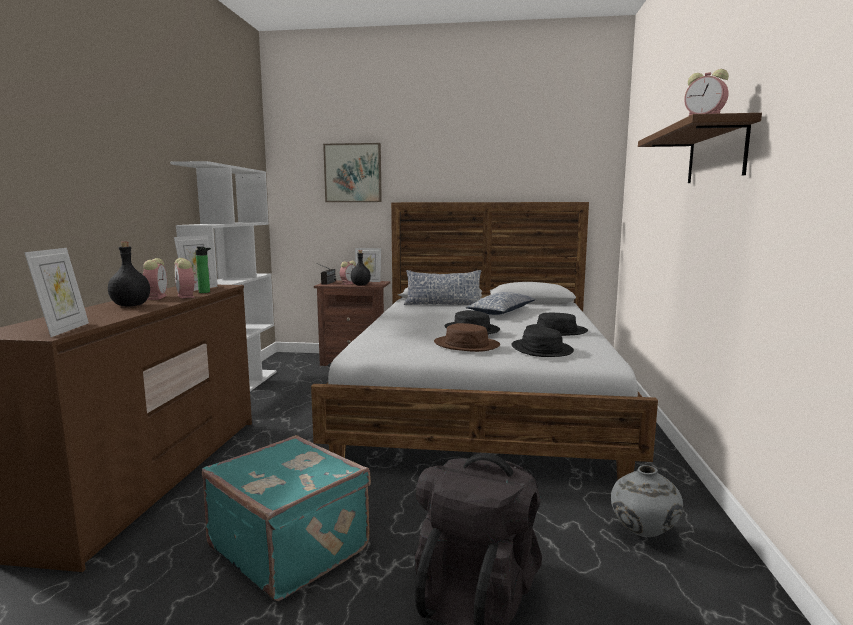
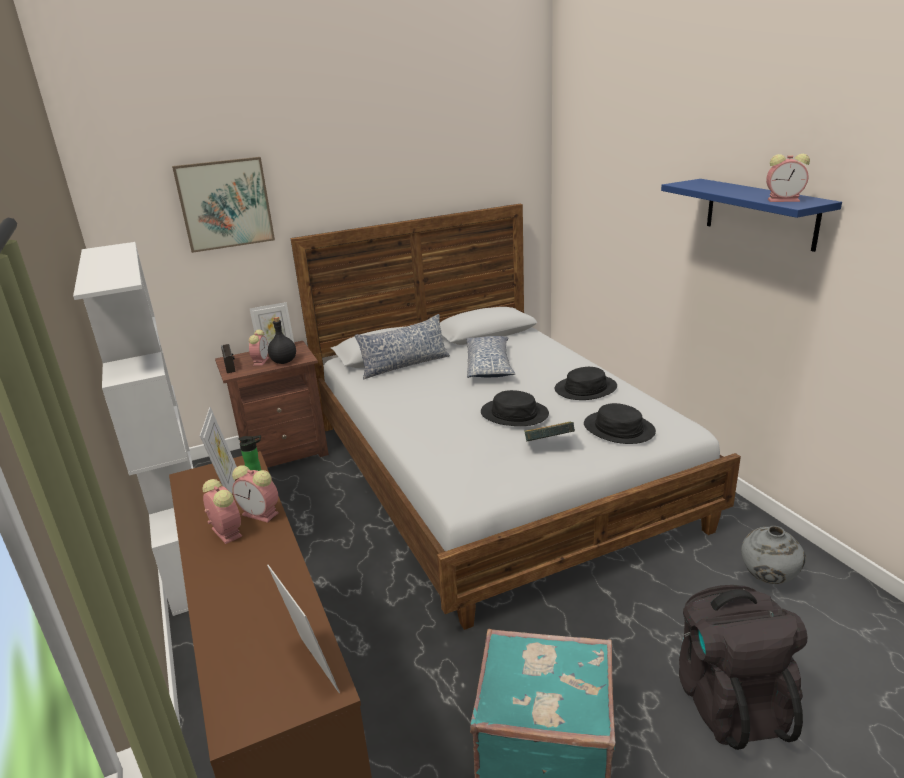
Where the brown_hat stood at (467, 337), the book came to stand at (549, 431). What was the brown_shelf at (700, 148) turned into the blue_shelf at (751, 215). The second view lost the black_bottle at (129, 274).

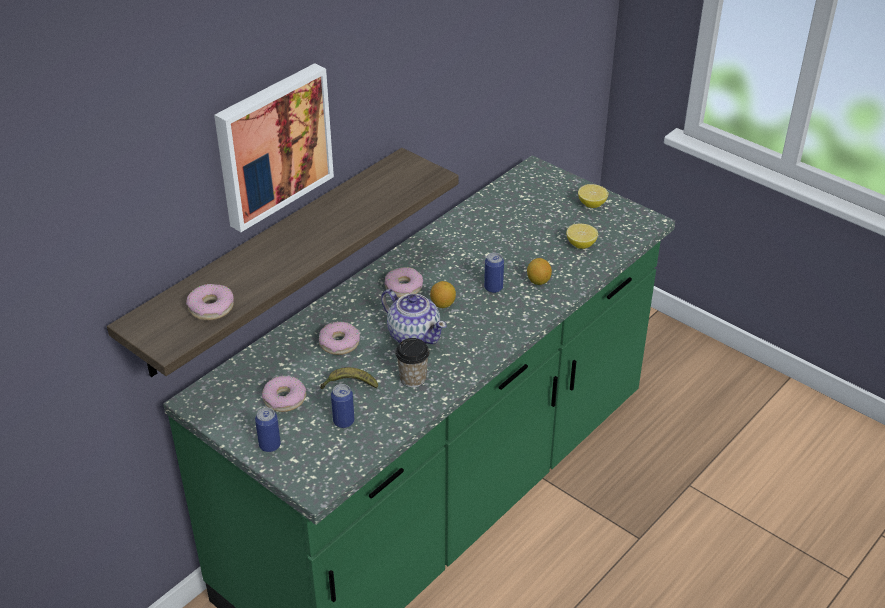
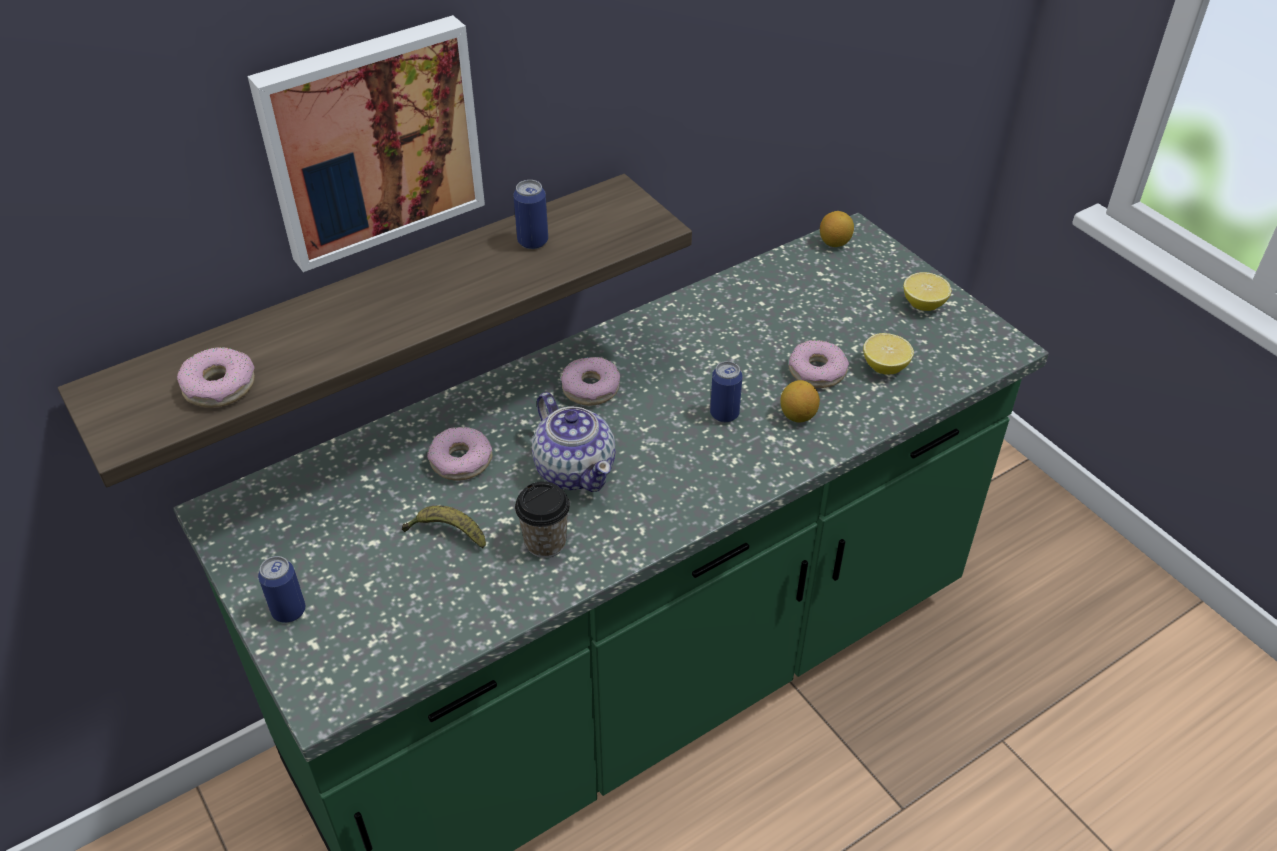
The can ended up elsewhere, having gone from (342, 406) to (530, 214). The donut ended up elsewhere, having gone from (284, 394) to (819, 364). The lemon ended up elsewhere, having gone from (443, 294) to (837, 229).

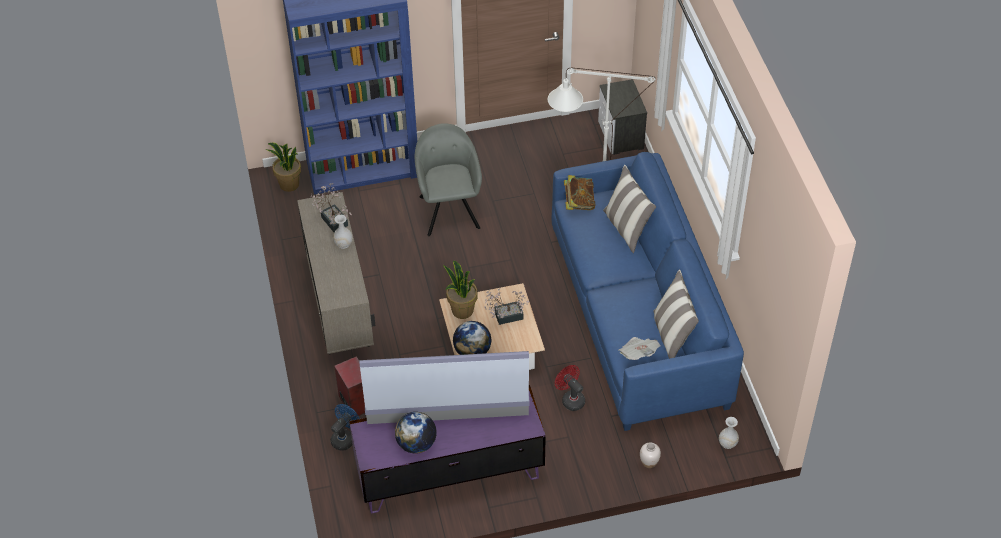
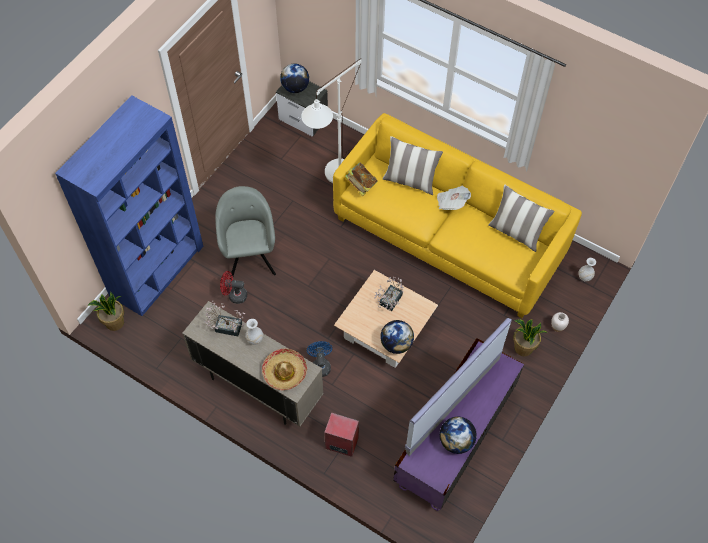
The grey_armchair at (448, 179) ended up facing another way, 45 degrees clockwise from before. The red_fan ended up elsewhere, having gone from (570, 388) to (233, 287). The second view gained the hat at (284, 369). The second view gained the globe at (294, 78). The blue_fan ended up elsewhere, having gone from (345, 427) to (319, 359). What was the blue_sofa at (648, 291) turned into the yellow_sofa at (457, 215). The newspaper ended up elsewhere, having gone from (640, 348) to (454, 198). The potted_plant ended up elsewhere, having gone from (460, 290) to (530, 337).

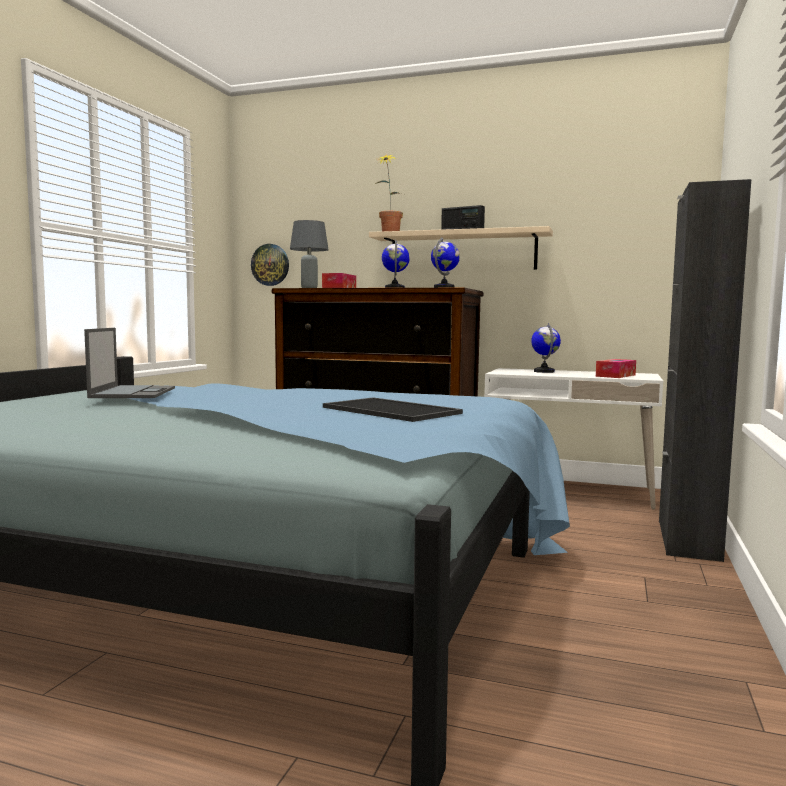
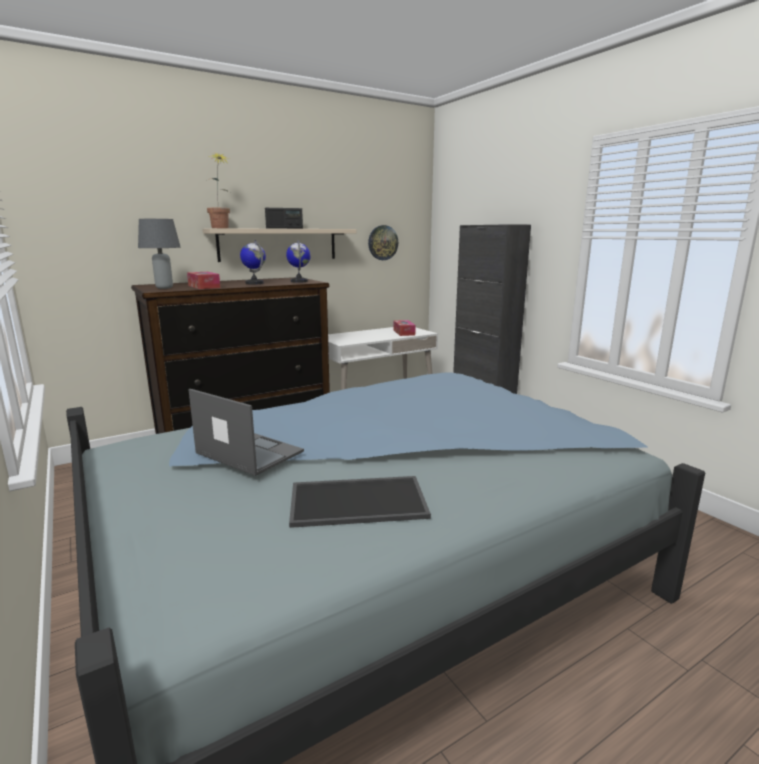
The tray ended up elsewhere, having gone from (393, 409) to (360, 502). The wall_clock ended up elsewhere, having gone from (270, 265) to (383, 242). The second view lost the globe at (546, 348).

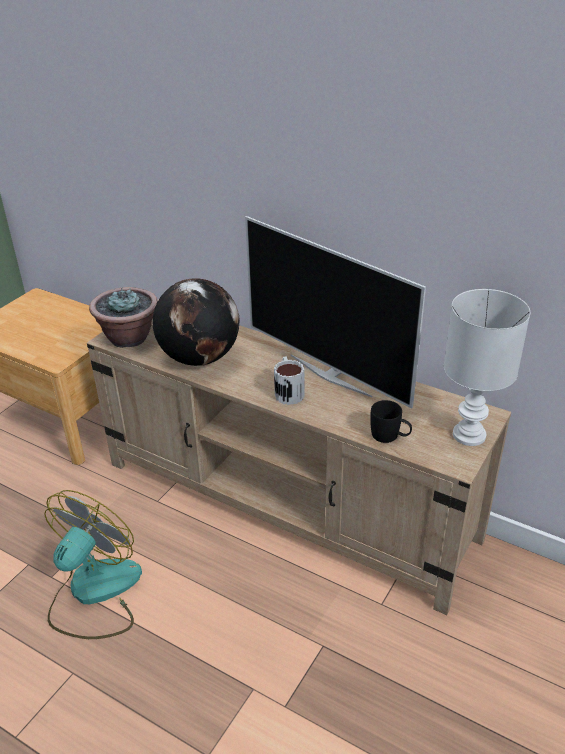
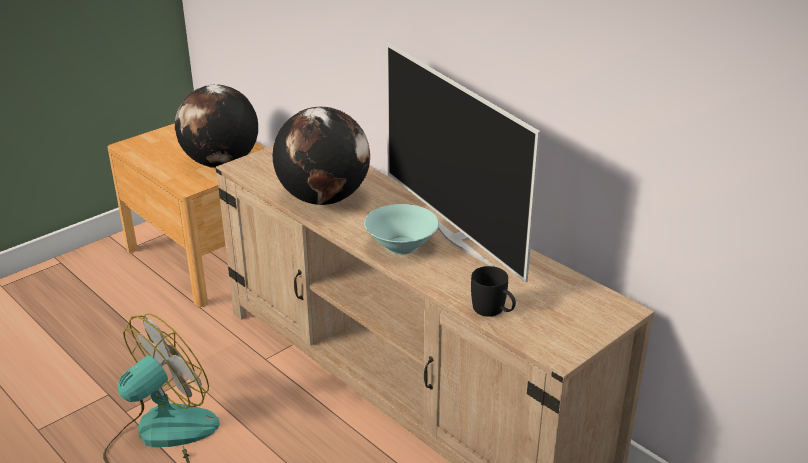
The second view gained the globe at (216, 126). Where the mug stood at (289, 380), the turquoise_bowl came to stand at (401, 229). The second view lost the potted_plant at (123, 317). The second view lost the white_table_lamp at (487, 367).

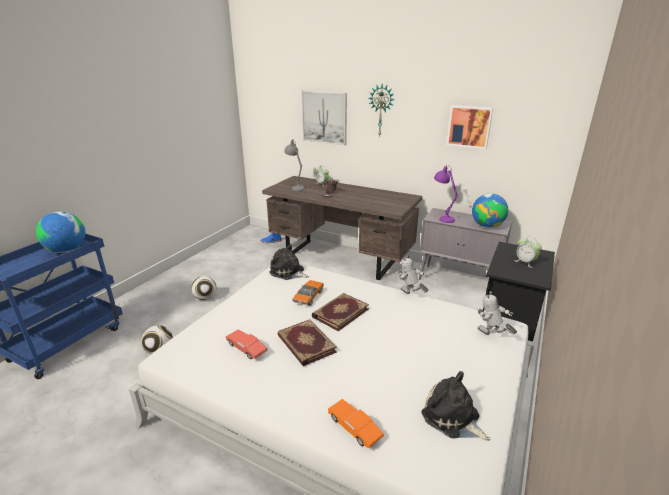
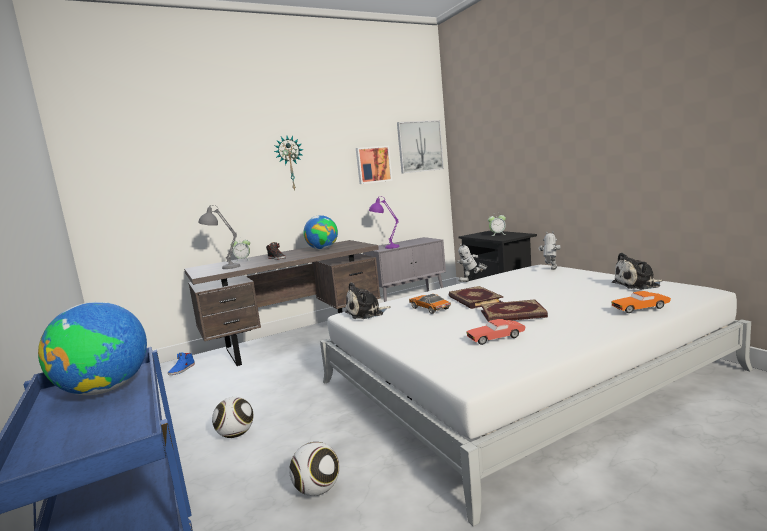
The globe ended up elsewhere, having gone from (490, 210) to (320, 232). The picture ended up elsewhere, having gone from (324, 118) to (420, 147). The toy_robot at (497, 313) ended up facing another way, 135 degrees clockwise from before.

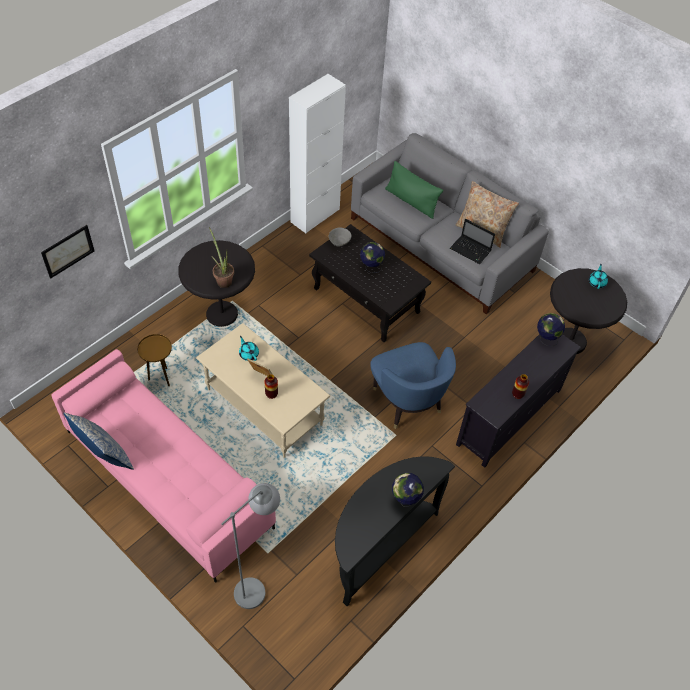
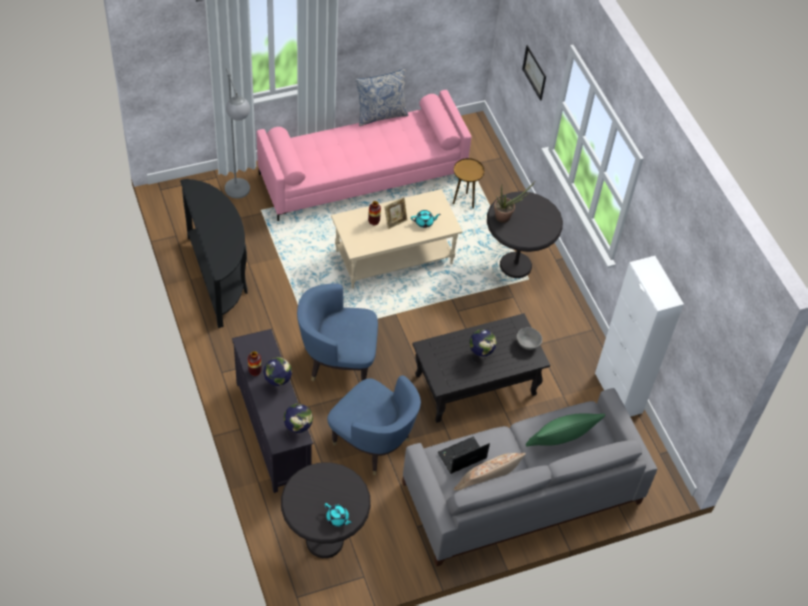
The globe ended up elsewhere, having gone from (408, 490) to (277, 375). The second view gained the blue_armchair at (374, 425).

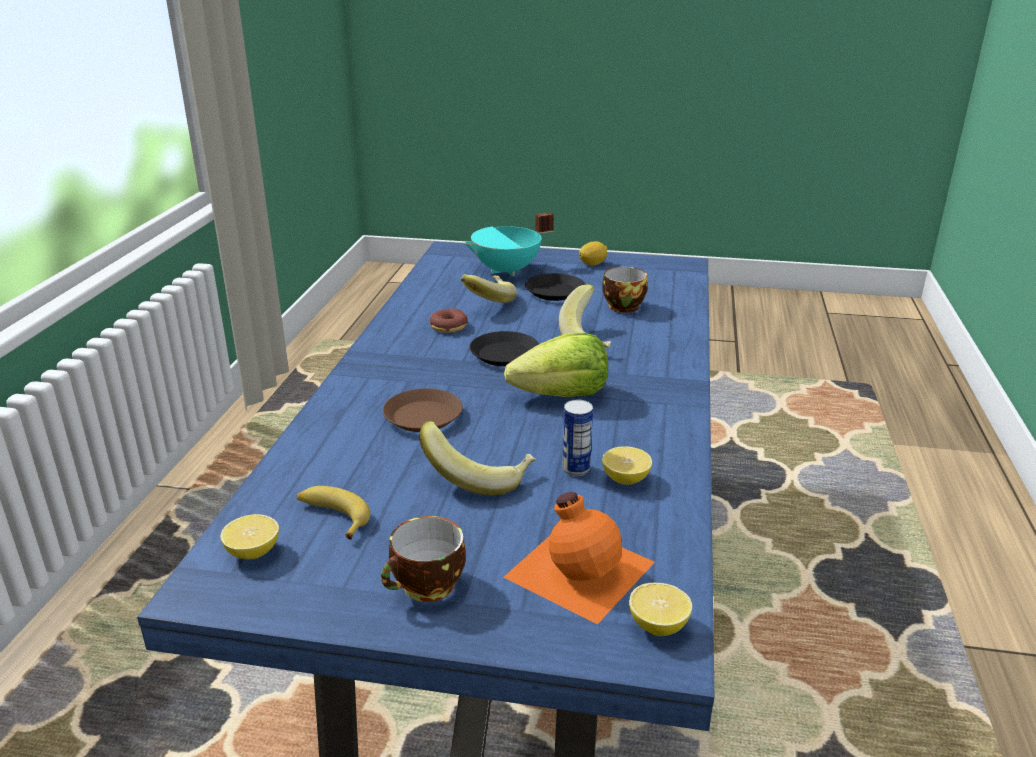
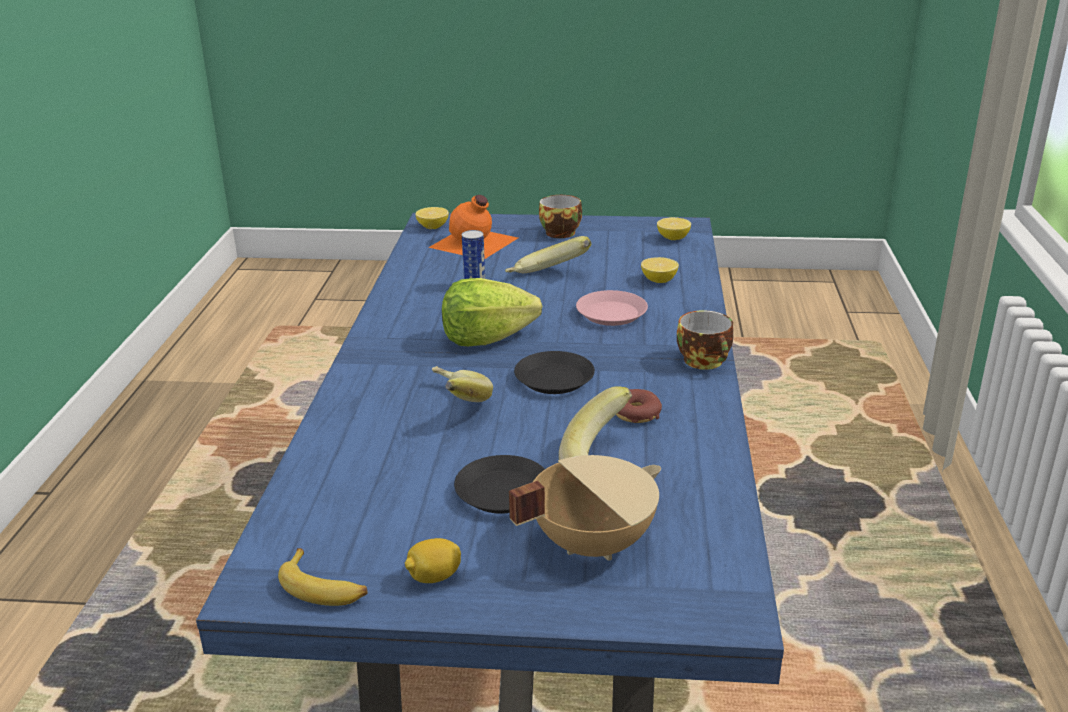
The banana ended up elsewhere, having gone from (333, 513) to (323, 577). What was the turquoise_cooking_pot at (509, 244) turned into the beige_cooking_pot at (585, 508). What was the brown_plate at (423, 410) turned into the pink_plate at (612, 308). The lemon ended up elsewhere, having gone from (627, 465) to (660, 270). The cup ended up elsewhere, having gone from (625, 290) to (705, 340).

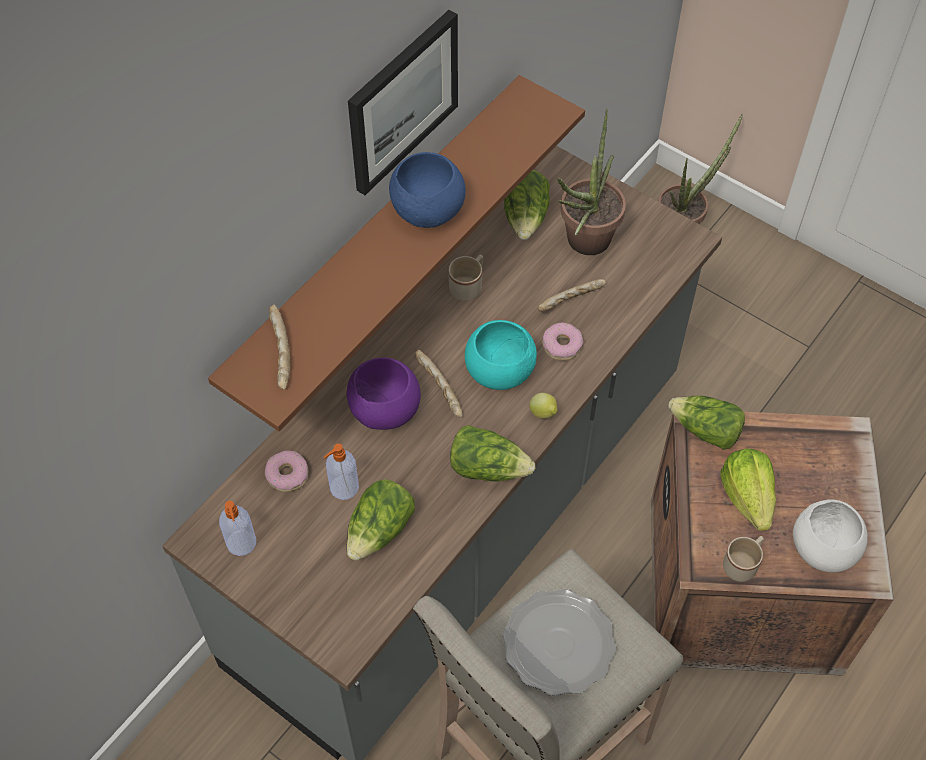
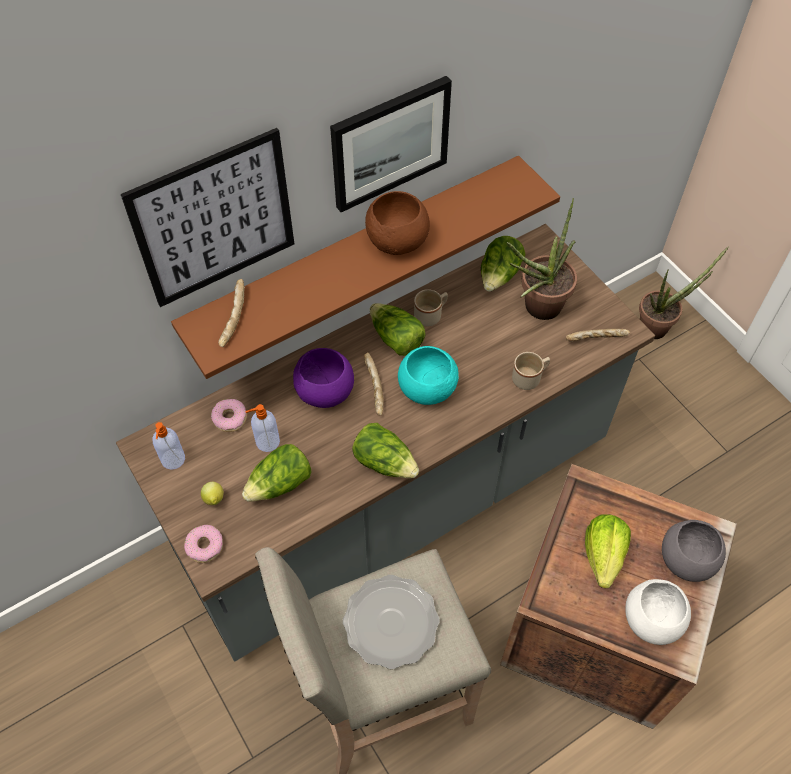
The second view gained the picture at (207, 217). The donut ended up elsewhere, having gone from (562, 341) to (203, 544). The lemon ended up elsewhere, having gone from (543, 406) to (212, 493). What was the blue_bowl at (427, 190) turned into the brown_bowl at (397, 223). The lettuce ended up elsewhere, having gone from (706, 423) to (397, 329). The beige_mug ended up elsewhere, having gone from (743, 559) to (531, 371). The bread ended up elsewhere, having gone from (572, 295) to (598, 335). The second view gained the grey_bowl at (694, 551).

